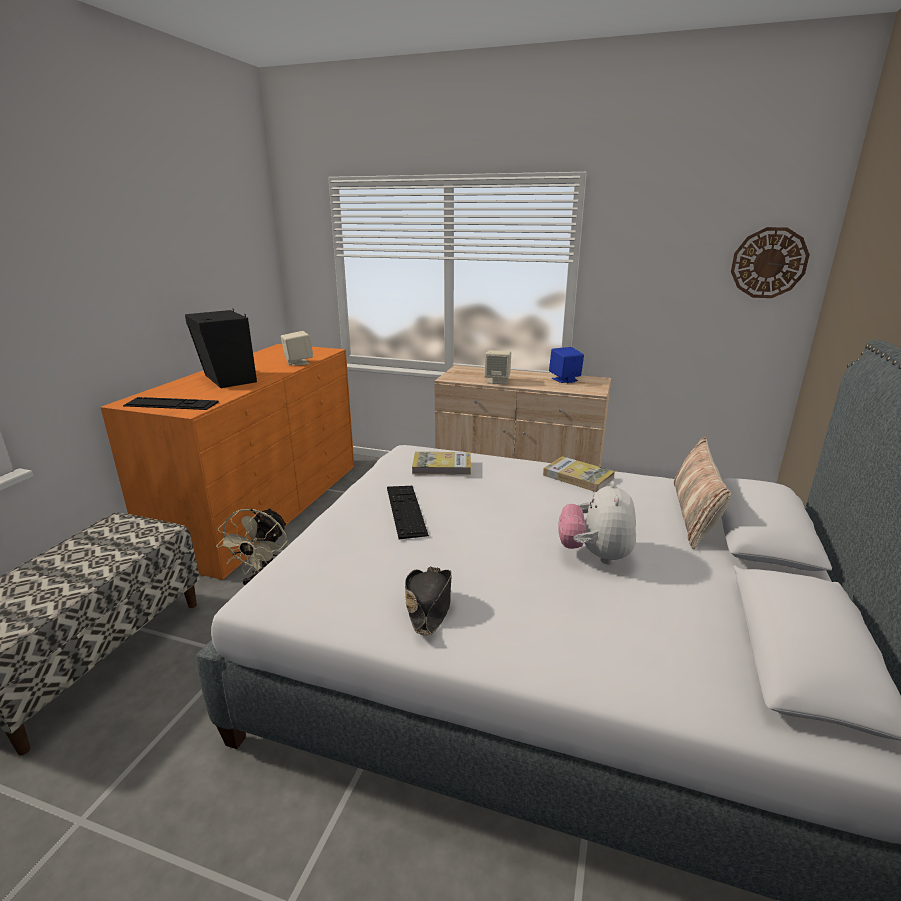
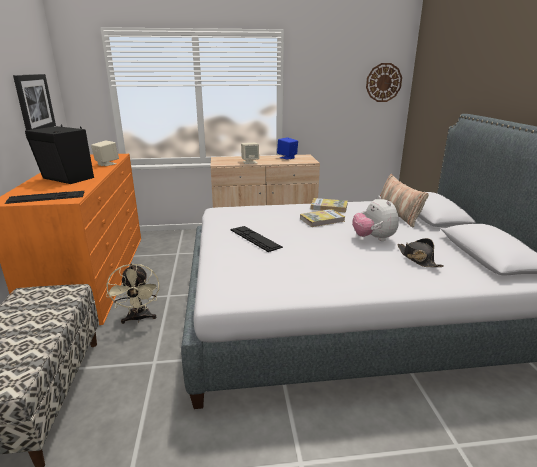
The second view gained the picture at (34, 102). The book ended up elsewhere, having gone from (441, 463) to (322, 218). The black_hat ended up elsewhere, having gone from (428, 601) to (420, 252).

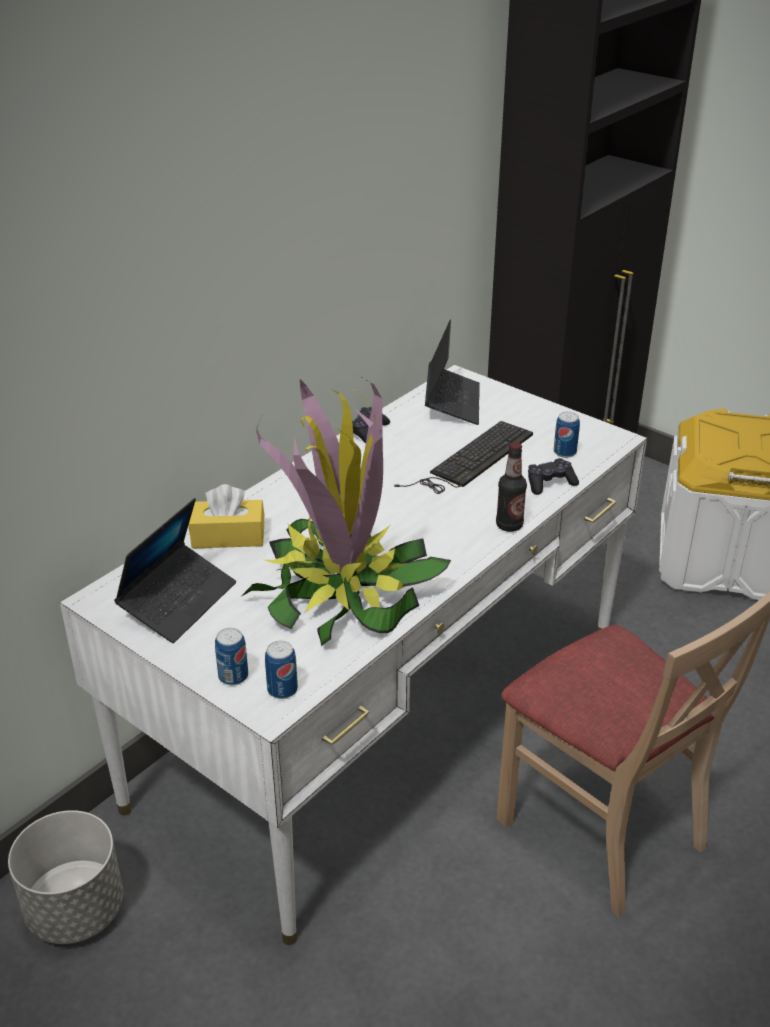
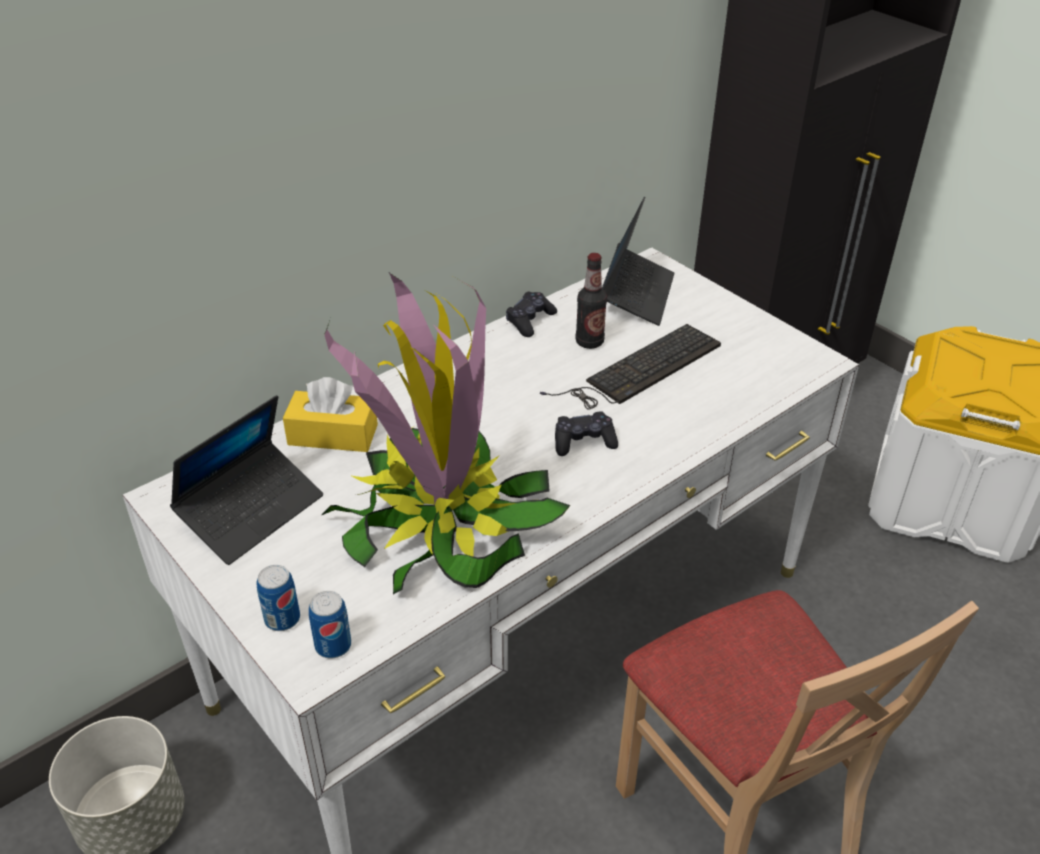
The black_game_controller ended up elsewhere, having gone from (553, 476) to (586, 433). The bottle ended up elsewhere, having gone from (511, 487) to (591, 301). The second view lost the can at (567, 435).

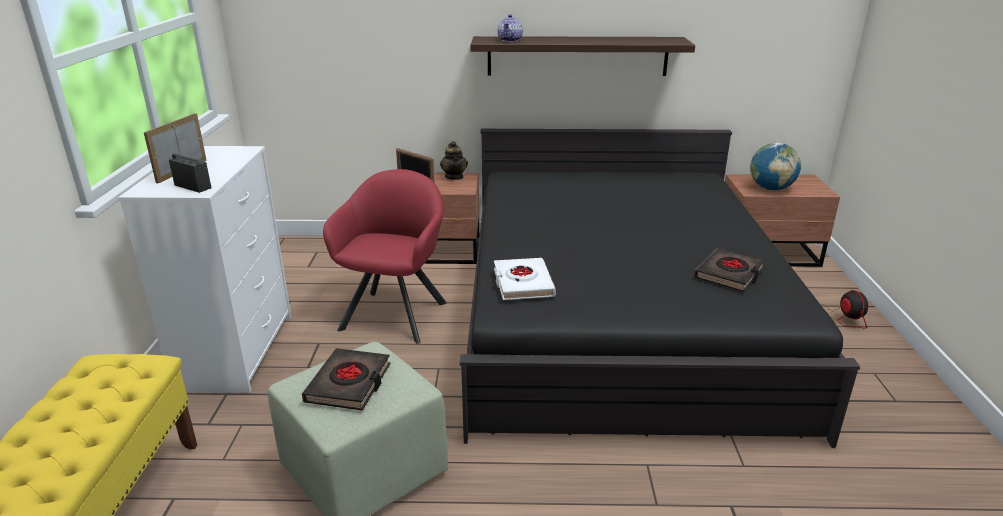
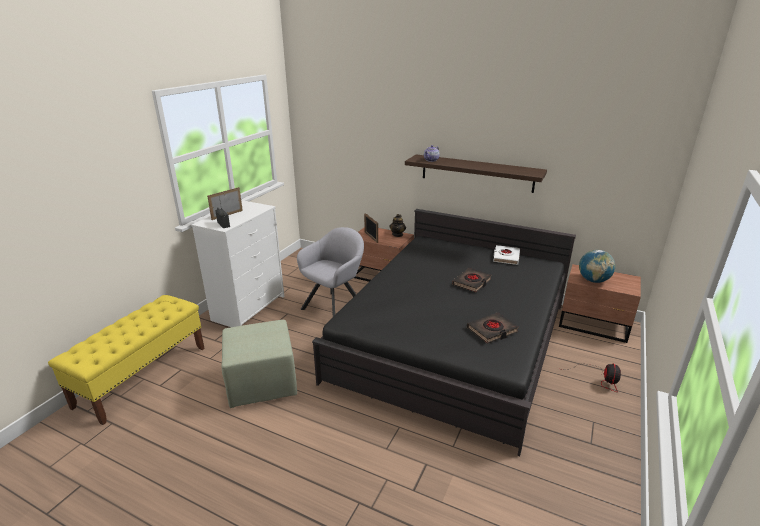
What was the red_armchair at (385, 256) turned into the grey_armchair at (330, 272). The black_book ended up elsewhere, having gone from (346, 379) to (472, 280). The white_book ended up elsewhere, having gone from (525, 279) to (506, 255).

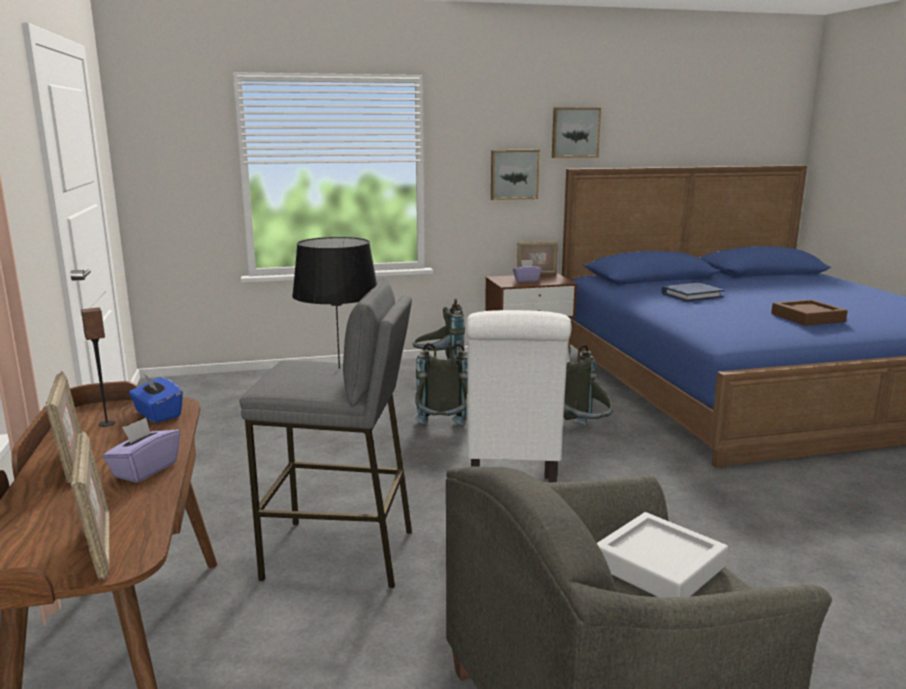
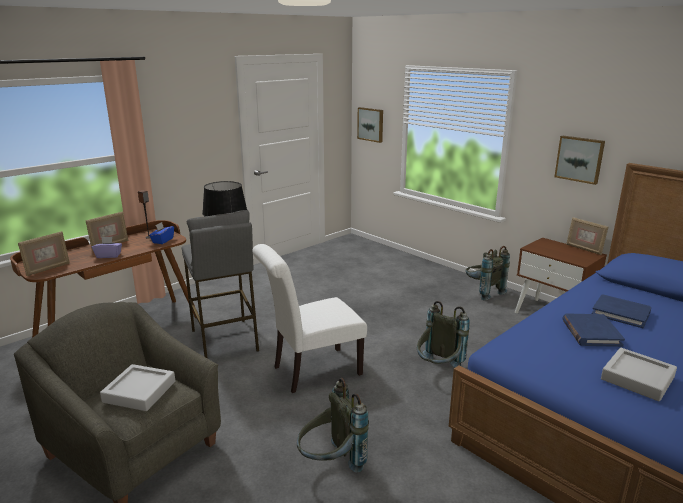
The grey_backpack ended up elsewhere, having gone from (441, 384) to (333, 425). The picture ended up elsewhere, having gone from (576, 133) to (370, 125). The second view gained the blue_book at (594, 330). What was the brown_tray at (809, 312) turned into the grey_tray at (639, 374). The second view lost the purple_tissue_box at (527, 271).

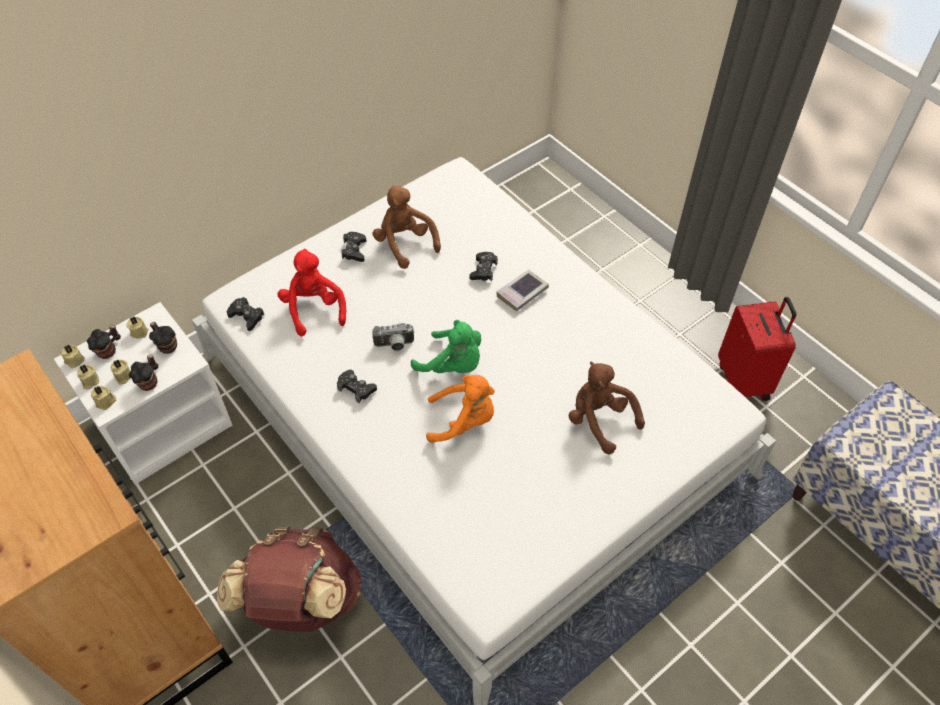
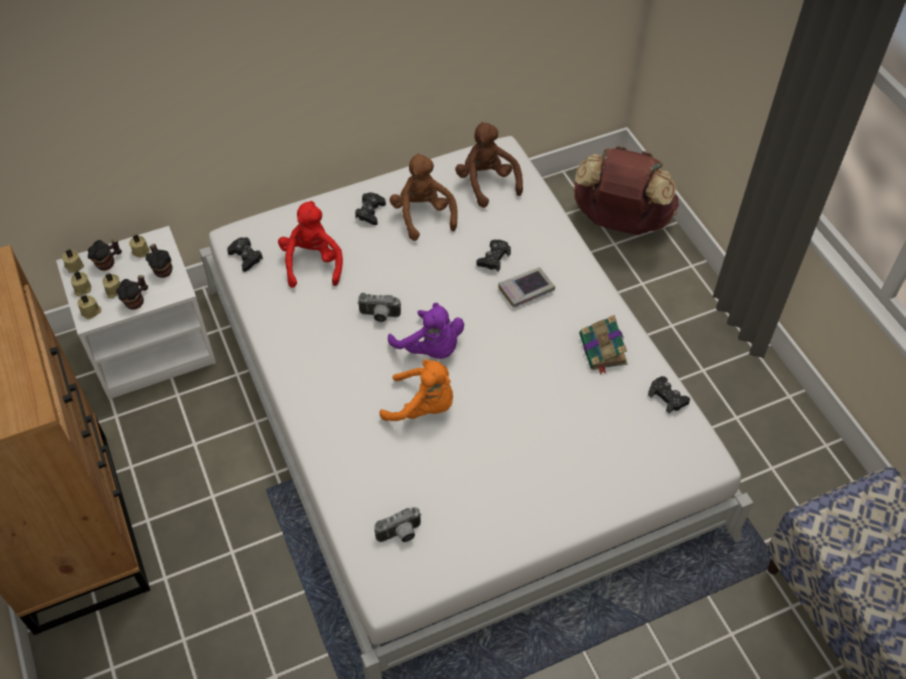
The second view gained the photo_camera at (398, 524). What was the green_plush_toy at (446, 346) turned into the purple_plush_toy at (426, 331). The brown_plush_toy ended up elsewhere, having gone from (607, 407) to (489, 165). The brown_backpack ended up elsewhere, having gone from (289, 579) to (626, 190). The second view gained the book at (603, 345). The black_game_controller ended up elsewhere, having gone from (357, 386) to (669, 395). The second view lost the red_suitcase at (757, 349).

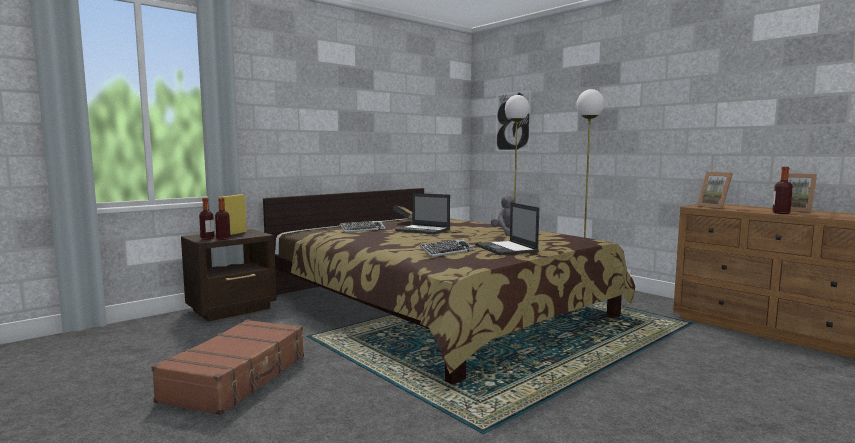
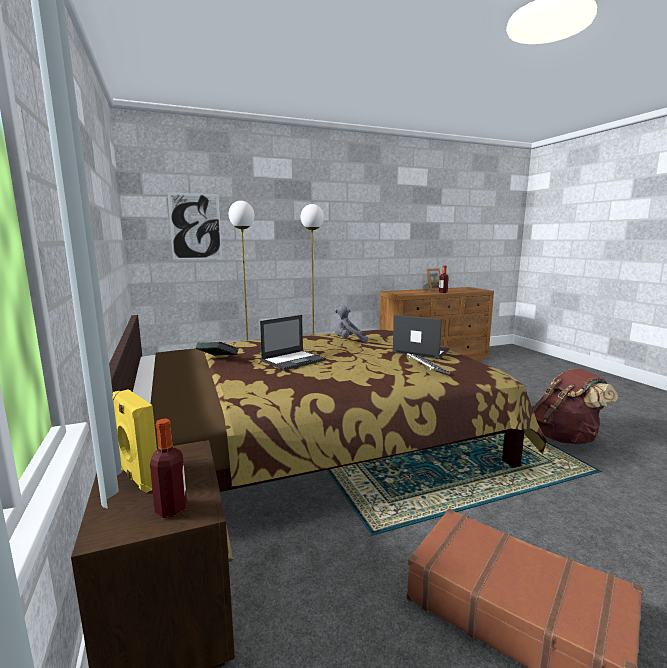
The laptop at (507, 228) ended up facing another way, 150 degrees counterclockwise from before. The second view gained the brown_backpack at (575, 406). The second view lost the bottle at (222, 219). The second view lost the keyboard at (362, 227). The second view lost the picture_frame at (715, 190).

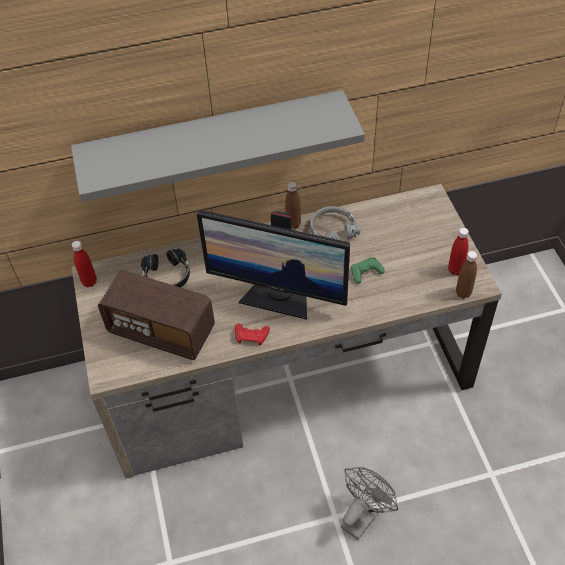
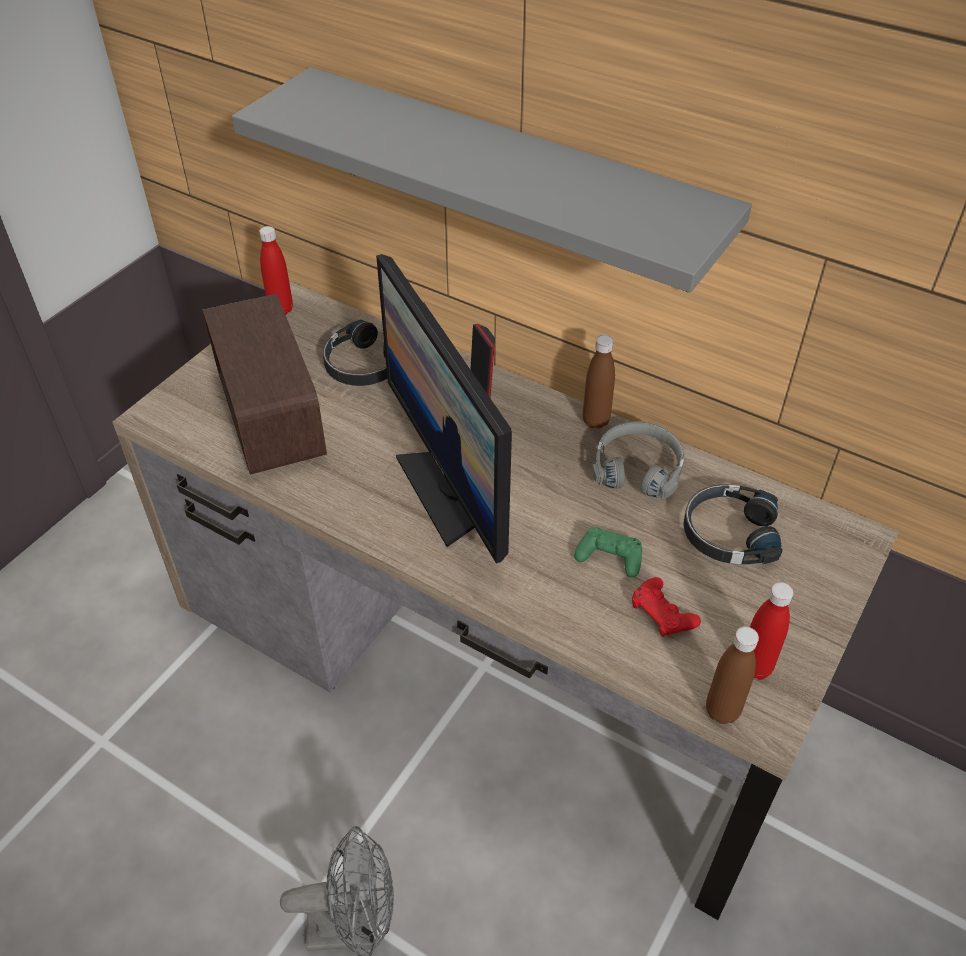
The red_game_controller ended up elsewhere, having gone from (252, 334) to (666, 607). The second view gained the black_headphones at (733, 524).

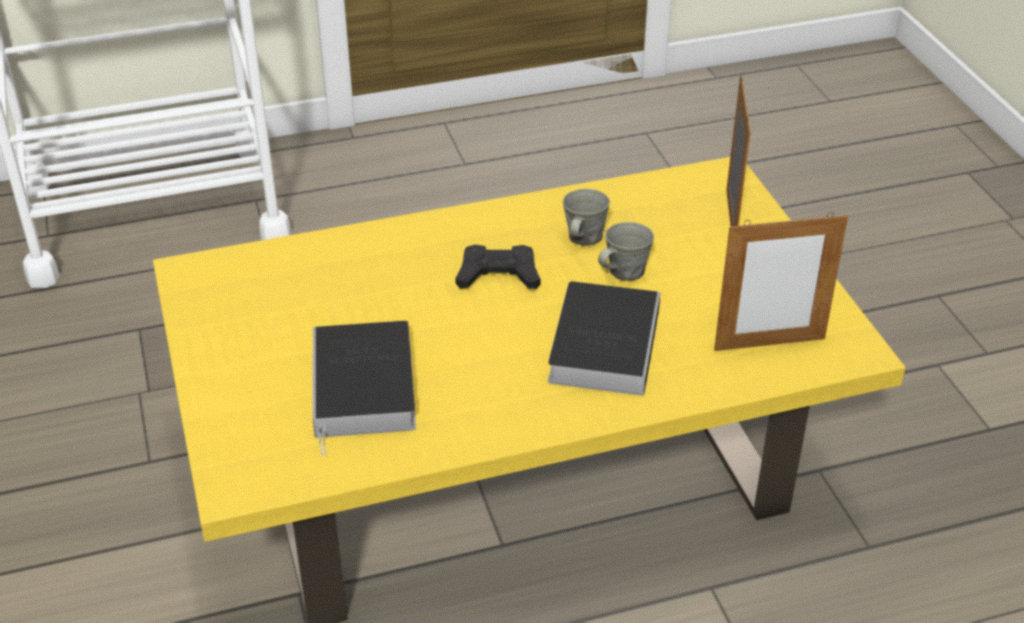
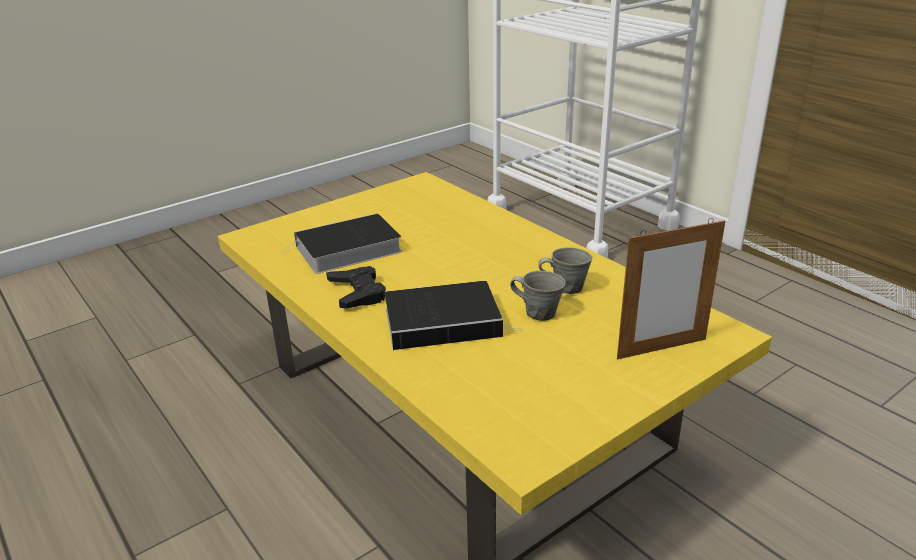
The black_game_controller ended up elsewhere, having gone from (497, 267) to (356, 287). The second view lost the picture_frame at (781, 281).

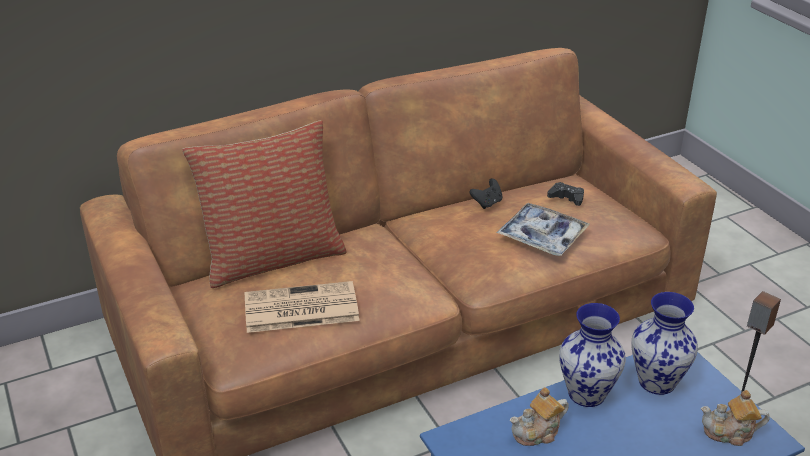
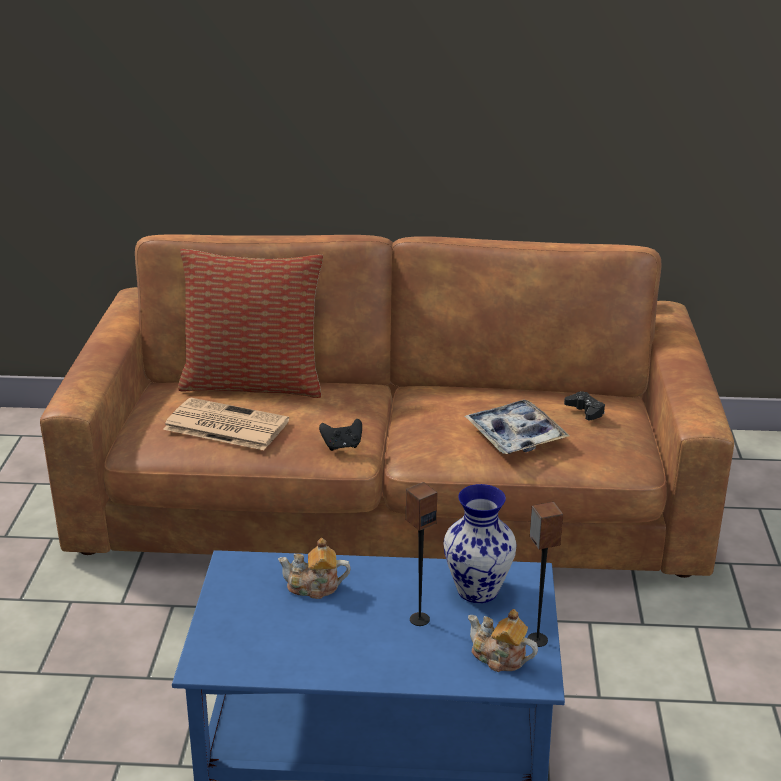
The black_game_controller ended up elsewhere, having gone from (486, 194) to (340, 435). The second view gained the speaker at (421, 554). The second view lost the vase at (592, 355).

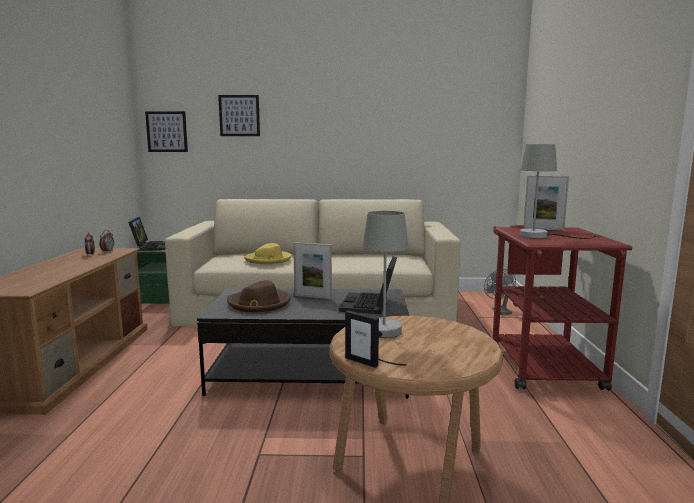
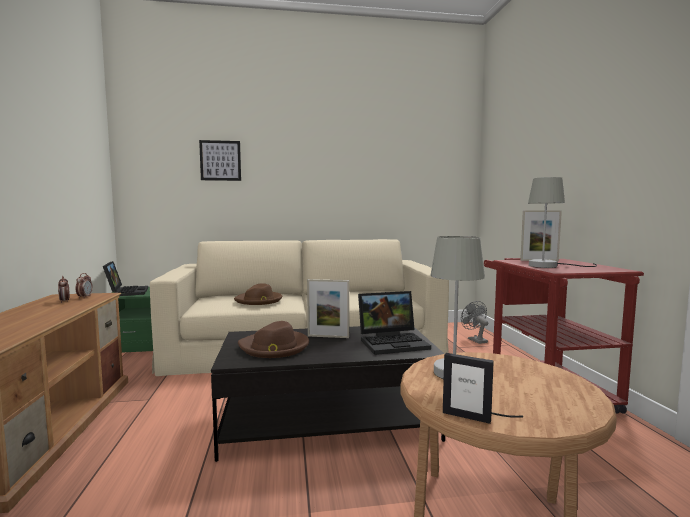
What was the yellow_hat at (268, 253) turned into the brown_hat at (258, 294). The laptop at (368, 285) ended up facing another way, 105 degrees counterclockwise from before. The second view lost the picture at (166, 131).

